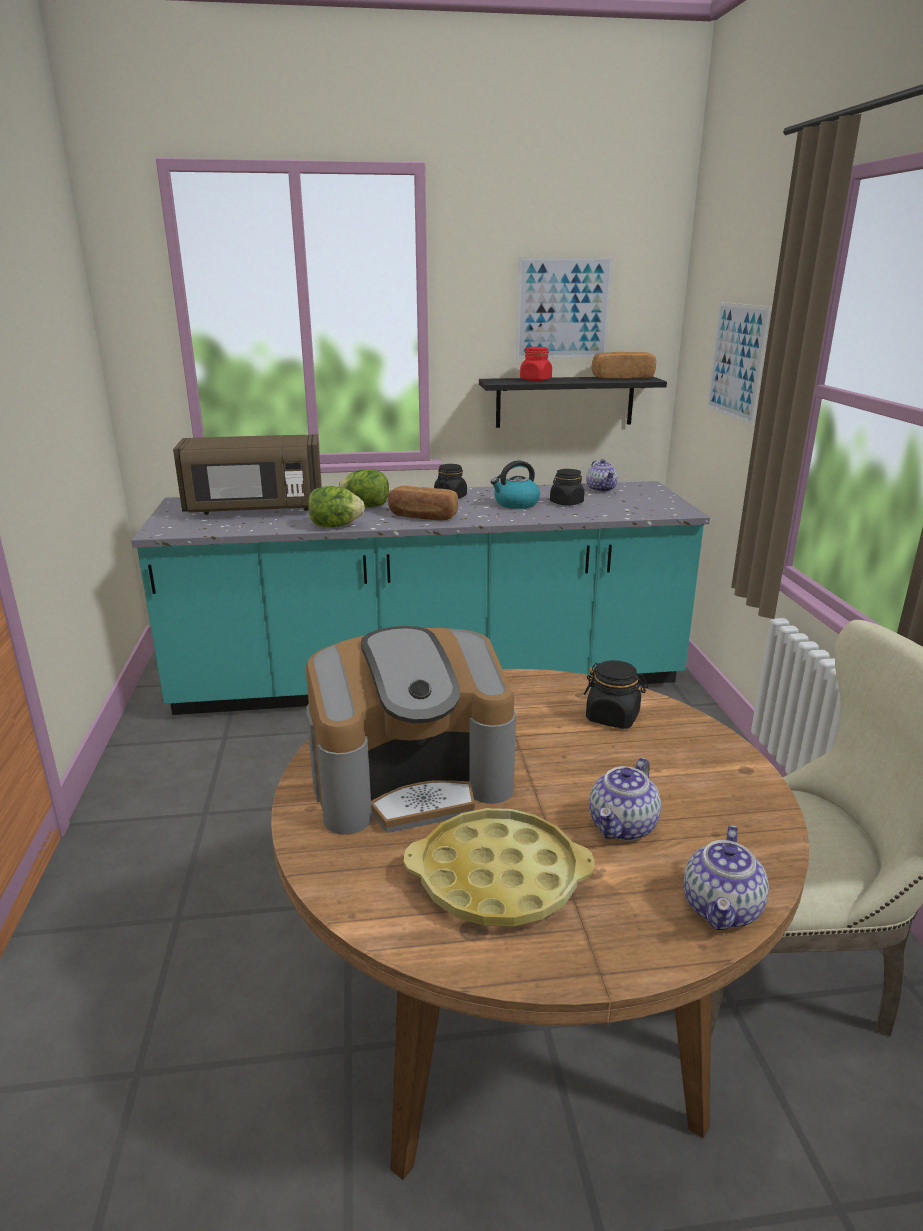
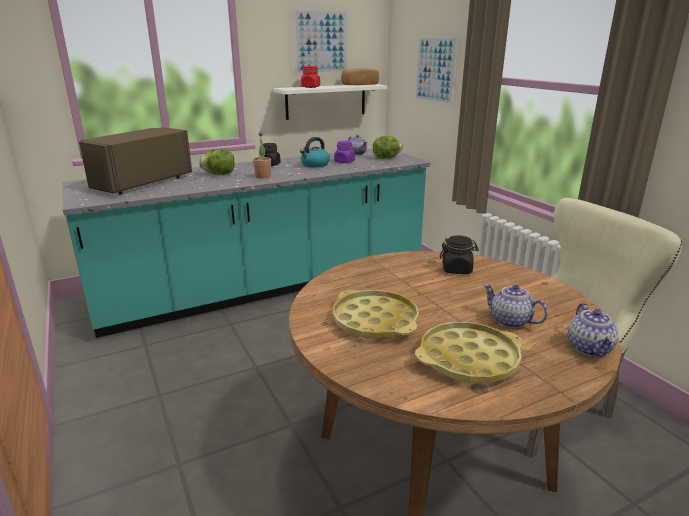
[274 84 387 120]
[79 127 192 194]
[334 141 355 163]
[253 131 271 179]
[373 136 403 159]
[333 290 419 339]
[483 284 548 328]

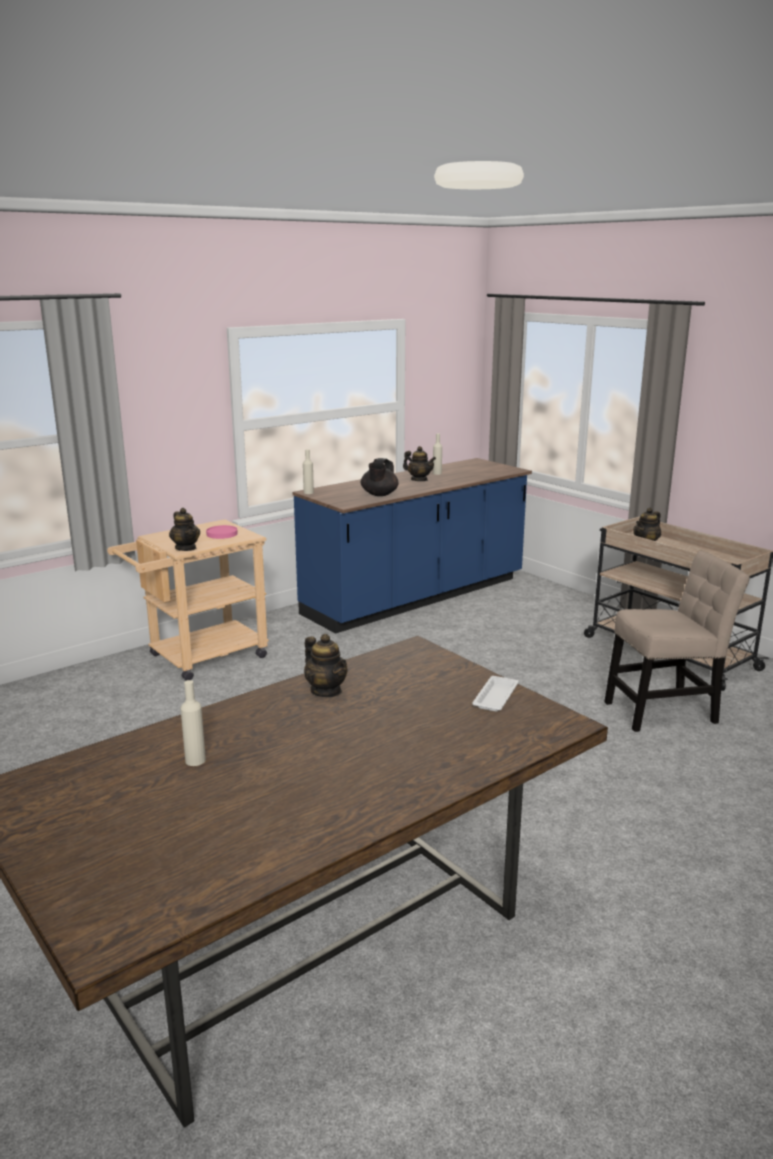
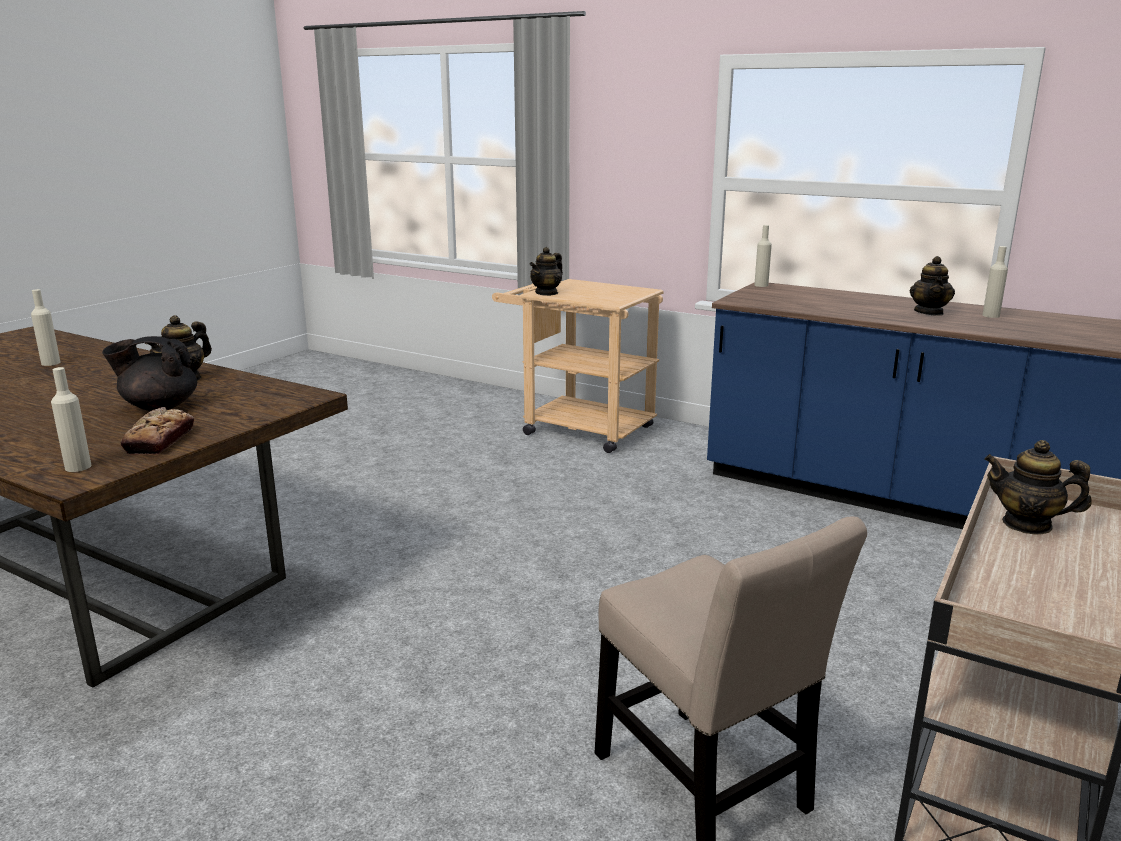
[102 336 197 411]
[206 525 238 539] (first image)
[121 407 194 455]
[51 367 91 472]

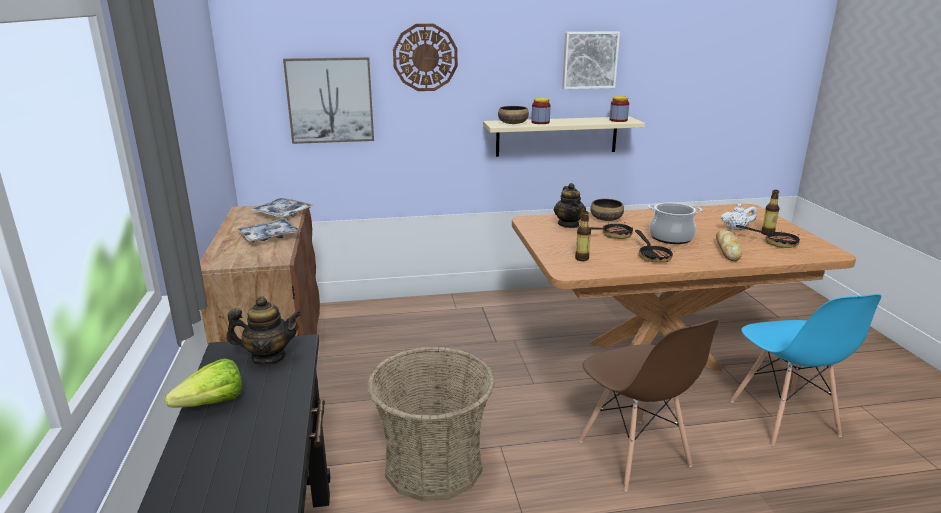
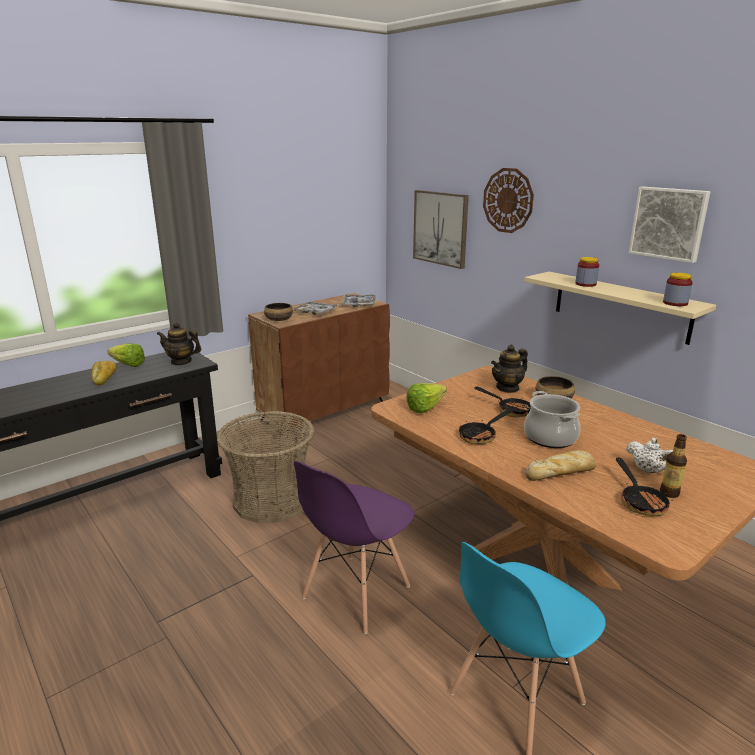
[264 303 293 321]
[406 383 447 413]
[157 322 201 366]
[294 461 415 634]
[91 361 117 386]

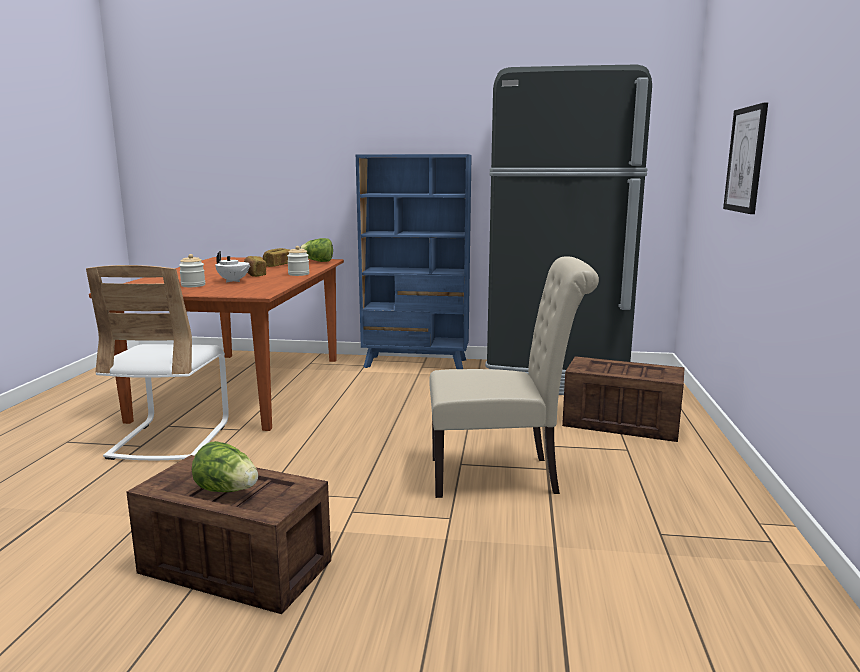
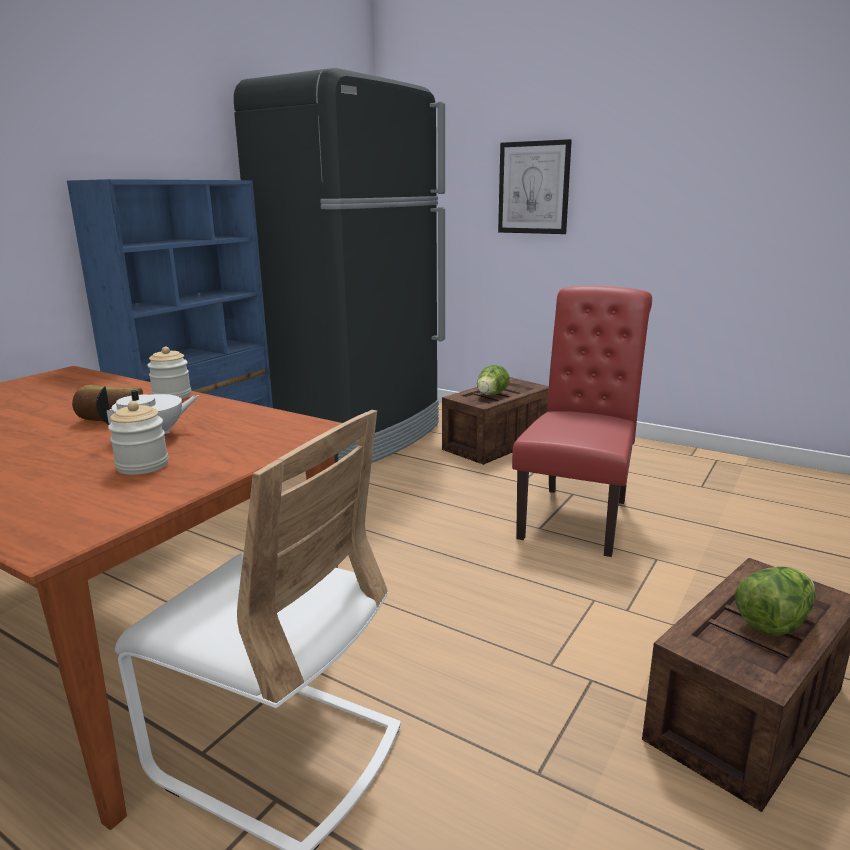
[477 365 510 395]
[263 248 290 267] (first image)
[512 286 652 557]

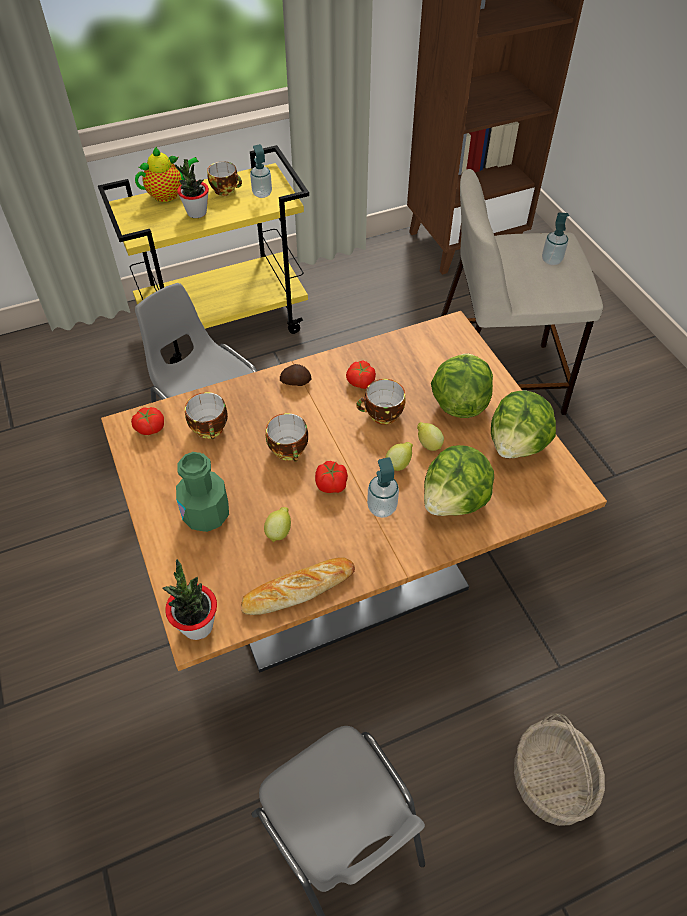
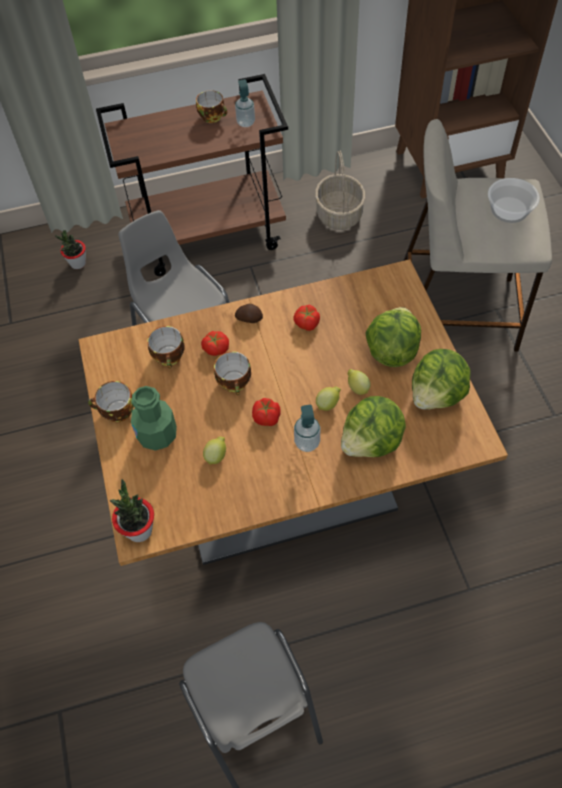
[96 74 288 276]
[135 147 199 202] (first image)
[55 230 86 269]
[488 178 540 223]
[88 381 134 422]
[201 331 229 356]
[241 557 355 615] (first image)
[315 151 366 230]

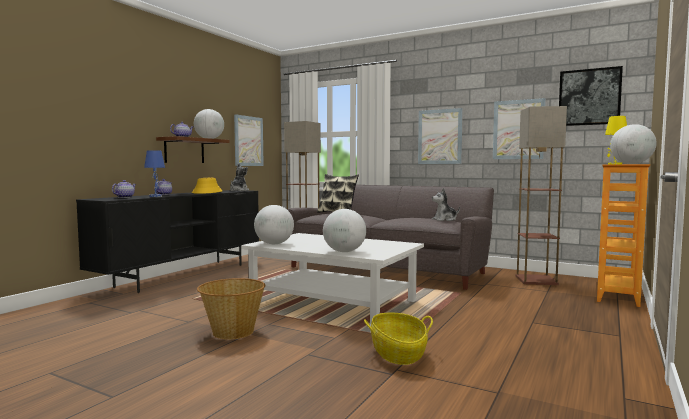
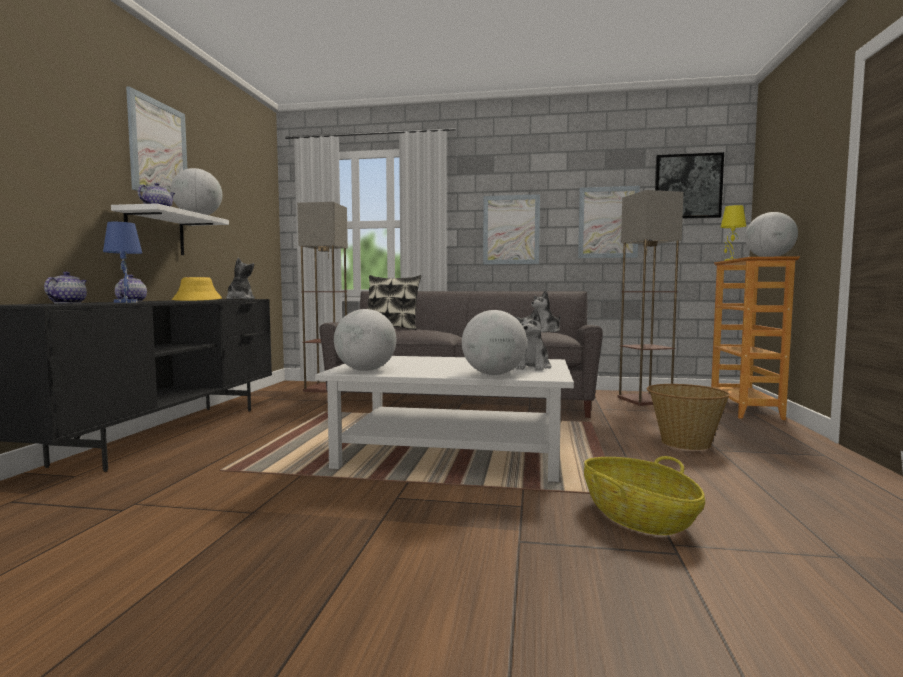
[126 86 187 193]
[111 203 229 255]
[647 384 730 450]
[514 309 551 371]

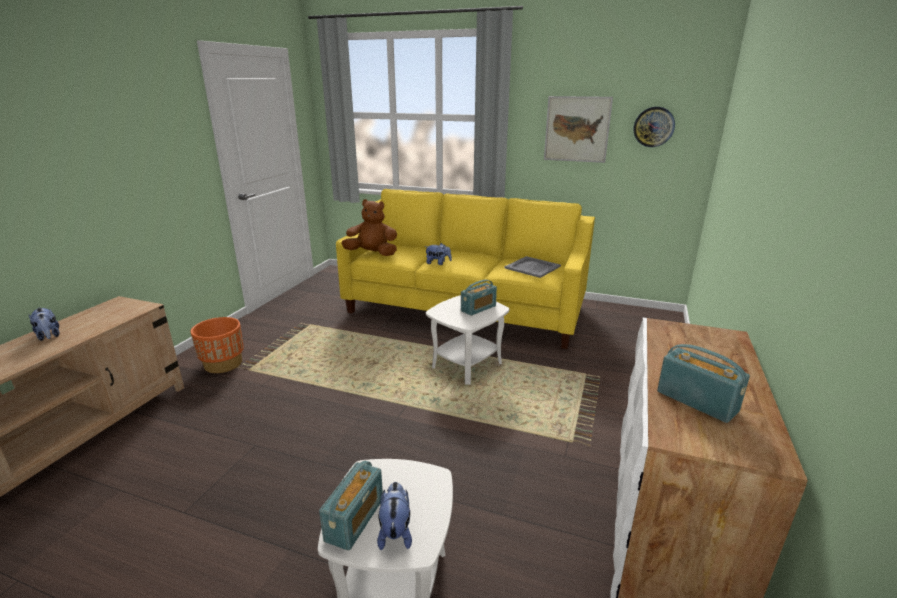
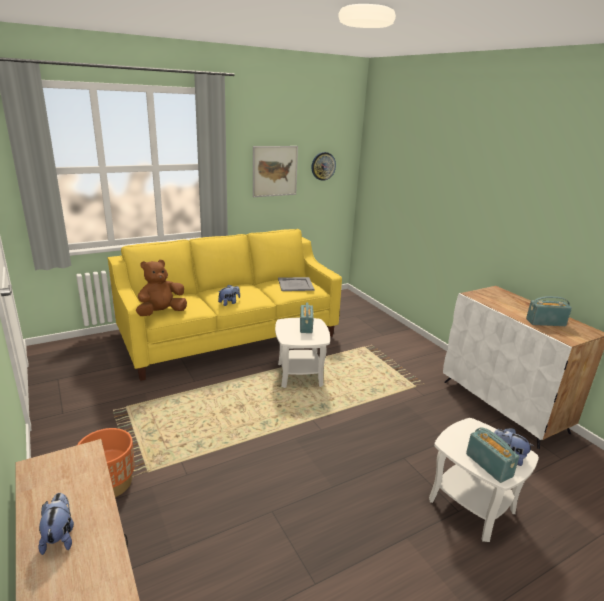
[38 493 74 555]

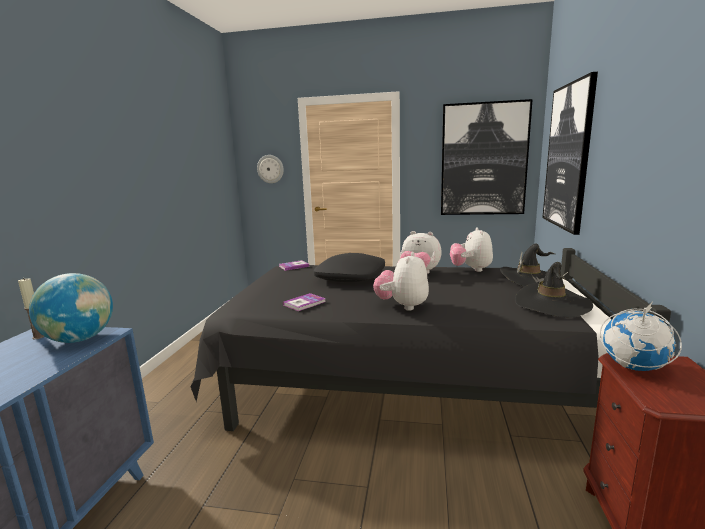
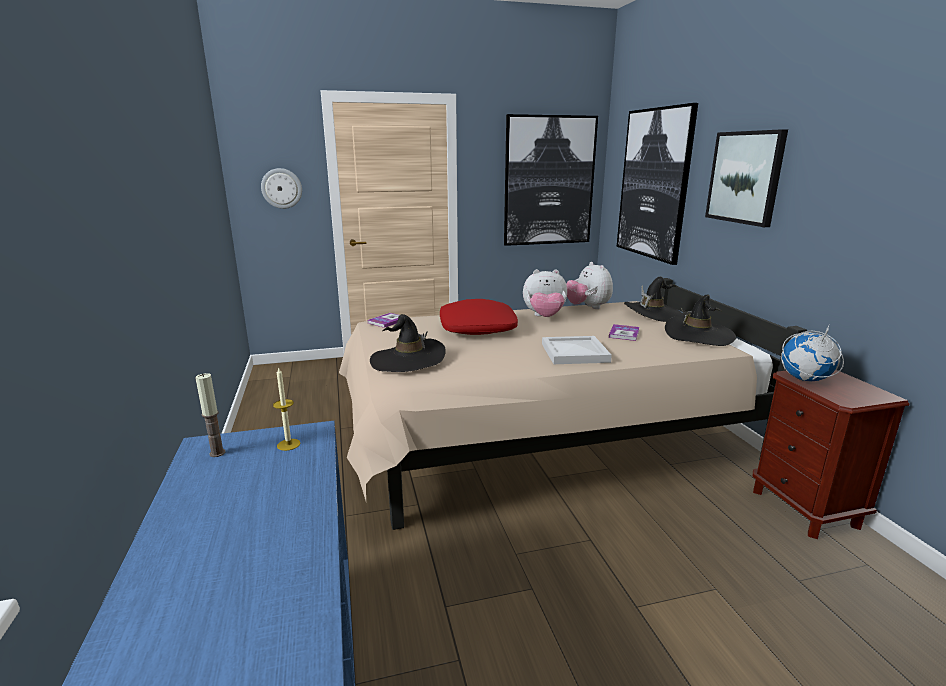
[339 278 807 530]
[542 336 612 364]
[440 299 518 335]
[273 367 300 451]
[609 324 639 341]
[705 129 788 227]
[370 314 446 372]

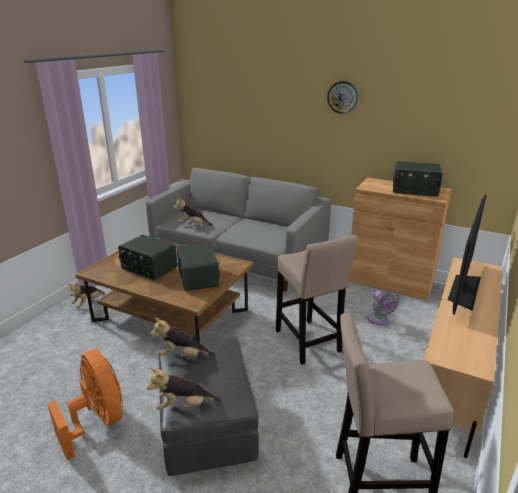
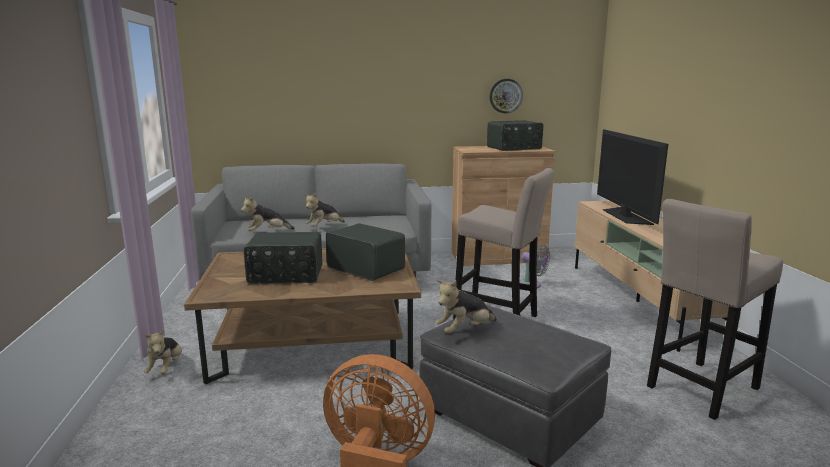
[489 79 523 113]
[304 193 345 227]

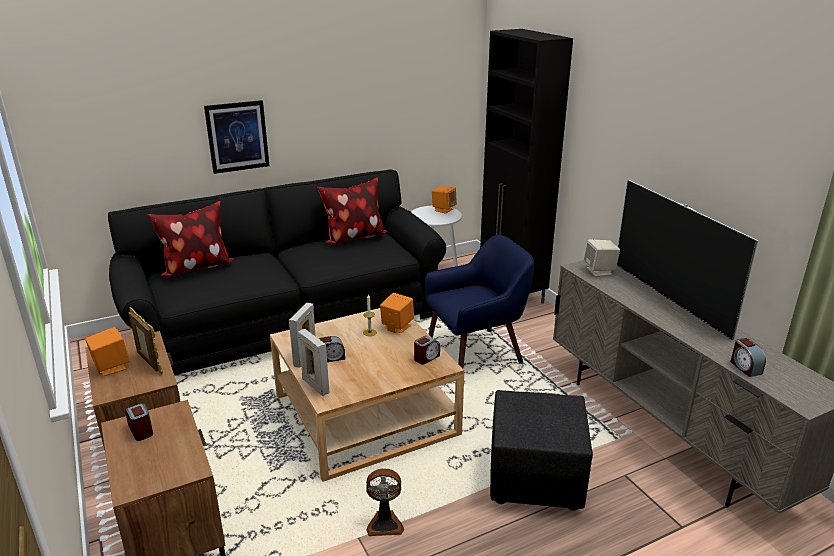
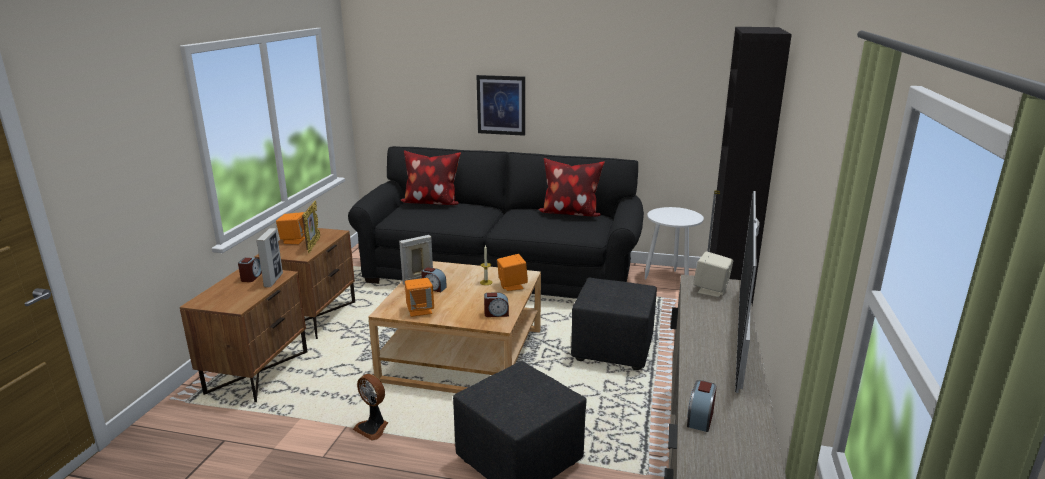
[405 278 434 317]
[571 278 657 370]
[256 228 283 287]

